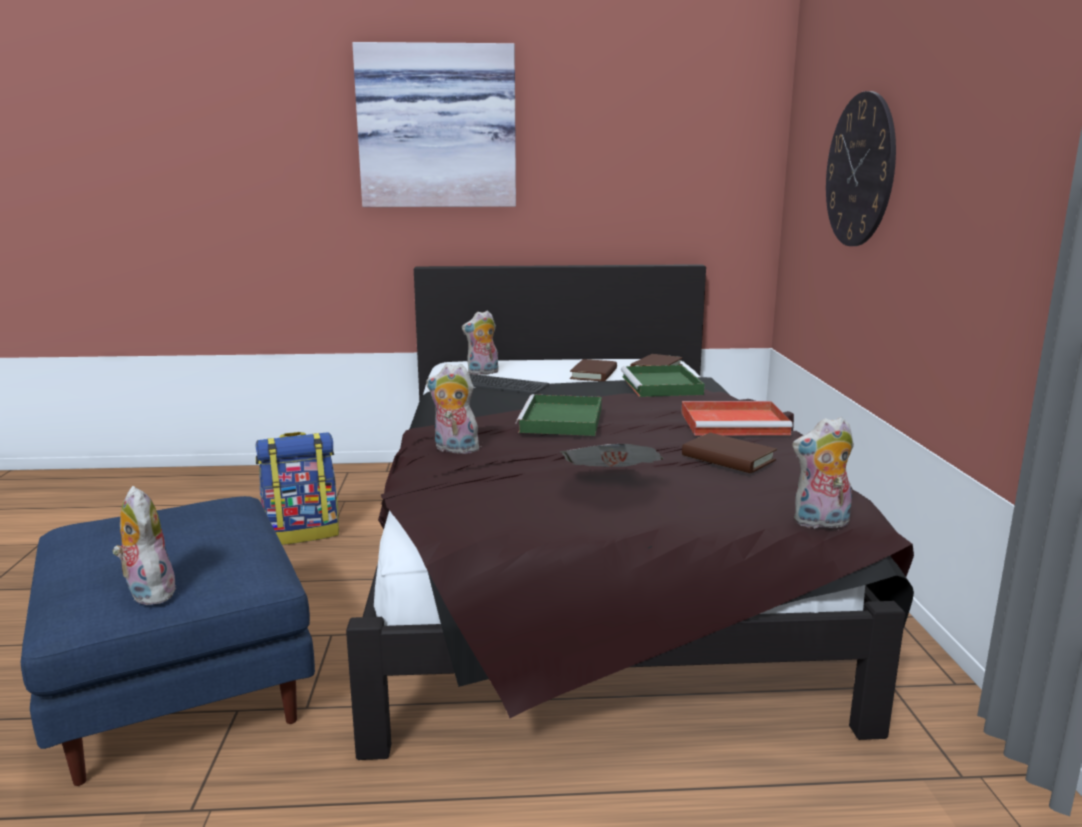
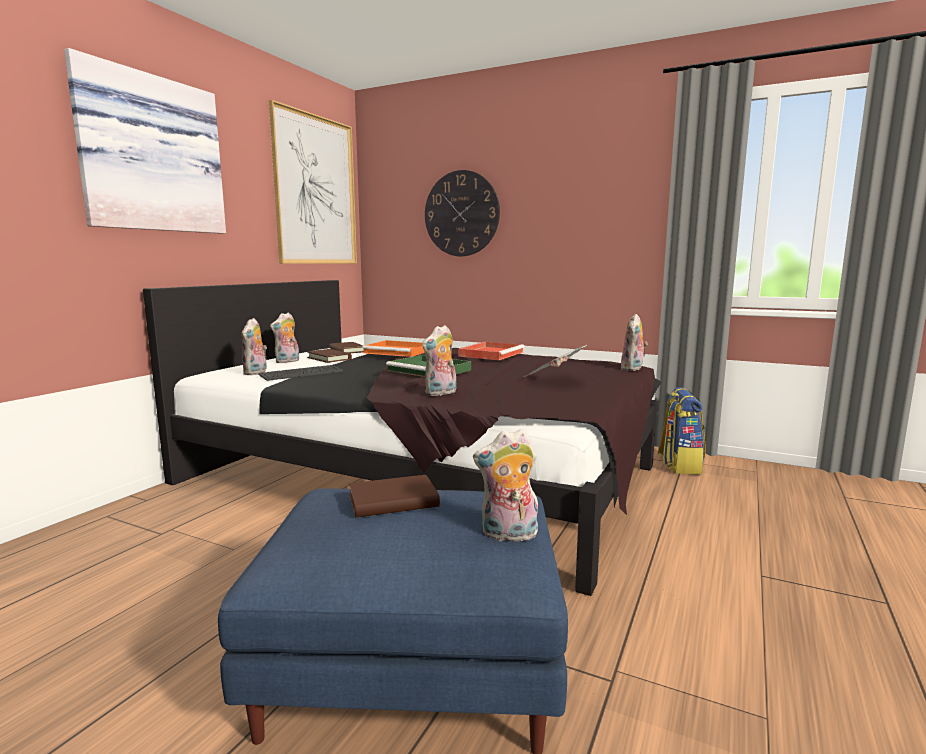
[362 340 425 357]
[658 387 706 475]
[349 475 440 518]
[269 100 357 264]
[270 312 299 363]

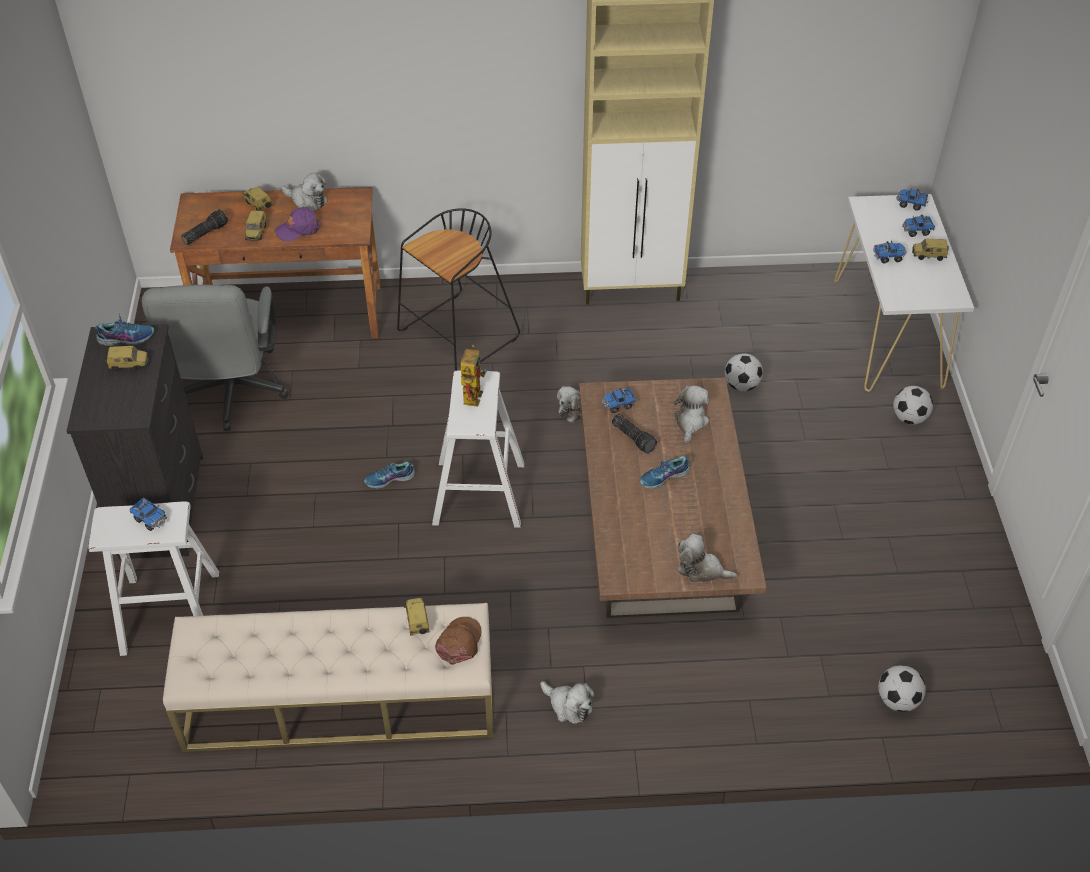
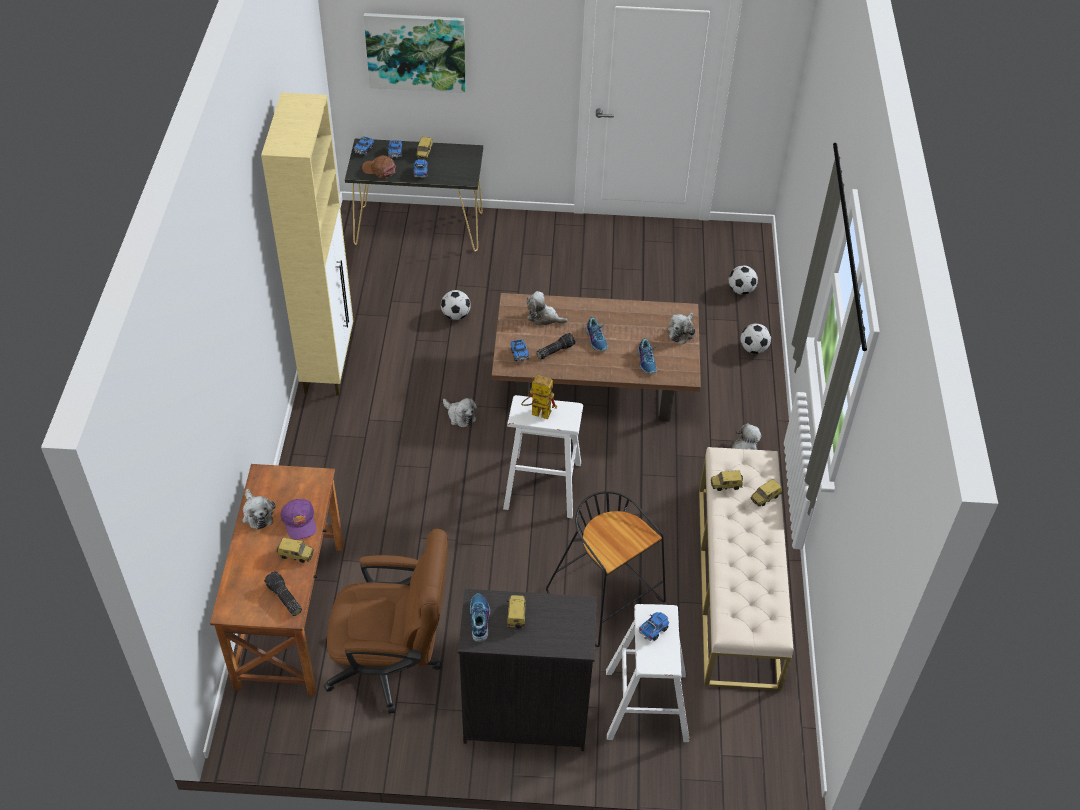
[242 489 275 530]
[751 479 782 506]
[345 139 483 252]
[546 491 666 647]
[324 529 448 714]
[740 324 771 354]
[637 338 657 374]
[362 155 396 178]
[364 13 466 93]

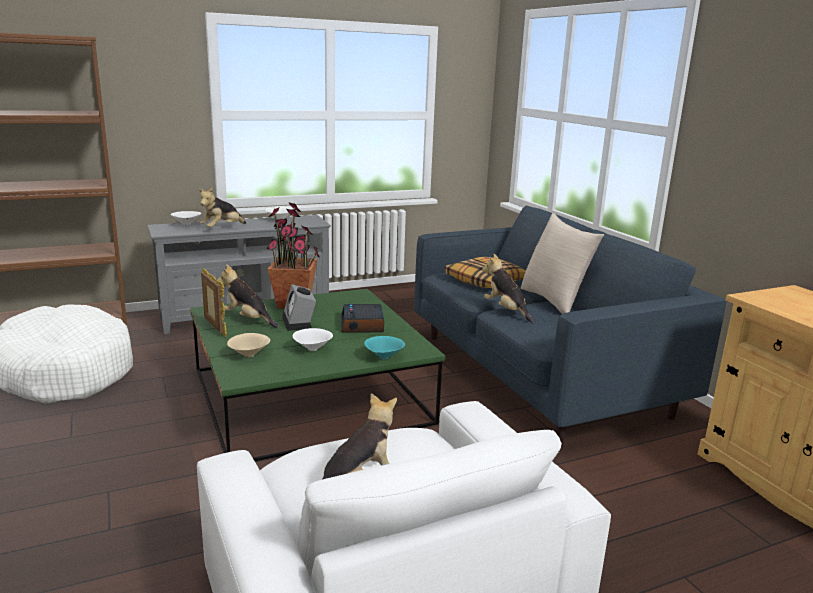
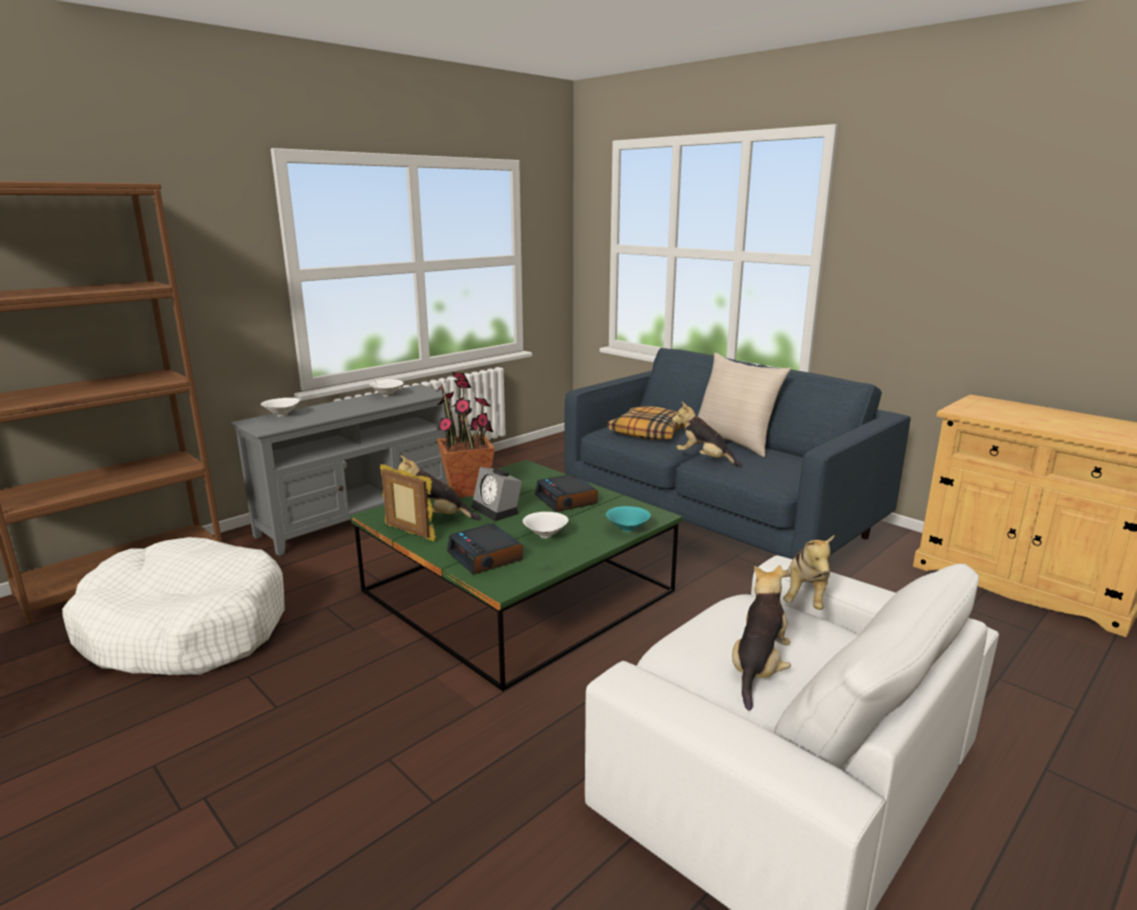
[782 534 835 610]
[447 524 523 574]

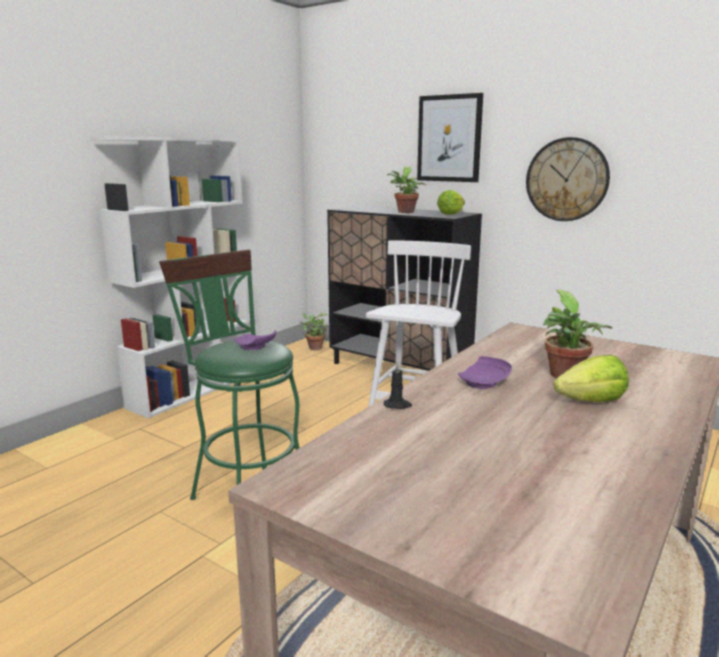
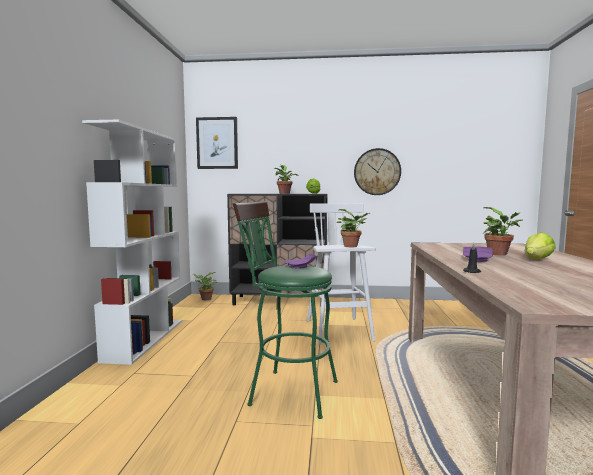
[196 117 238 169]
[337 209 370 247]

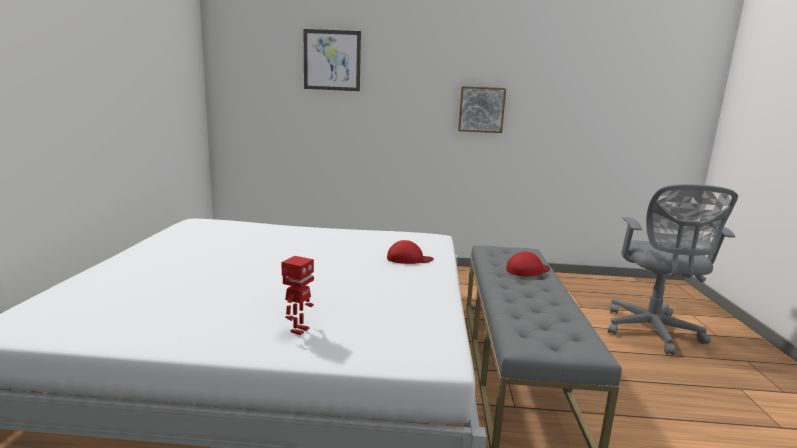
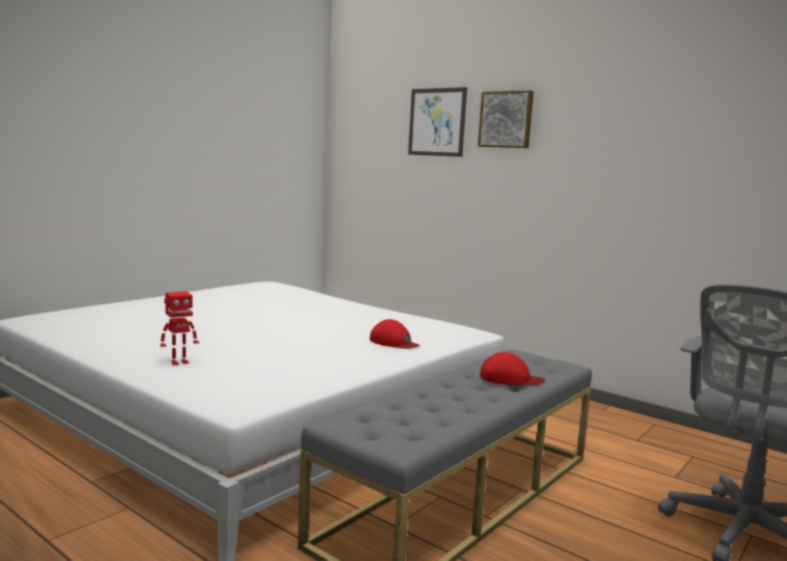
[478 90 534 148]

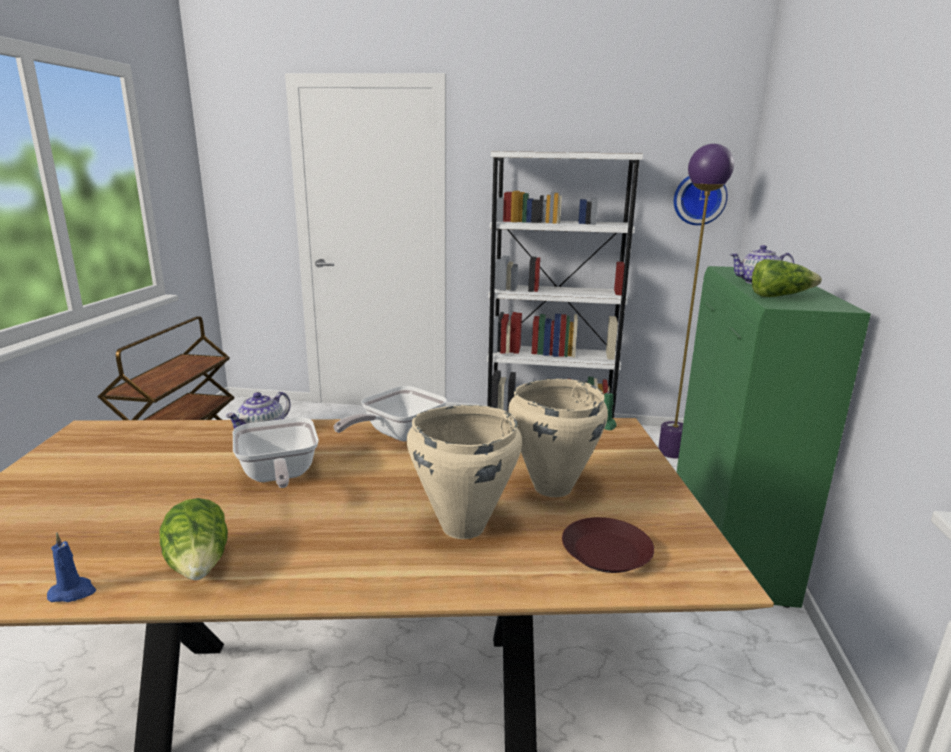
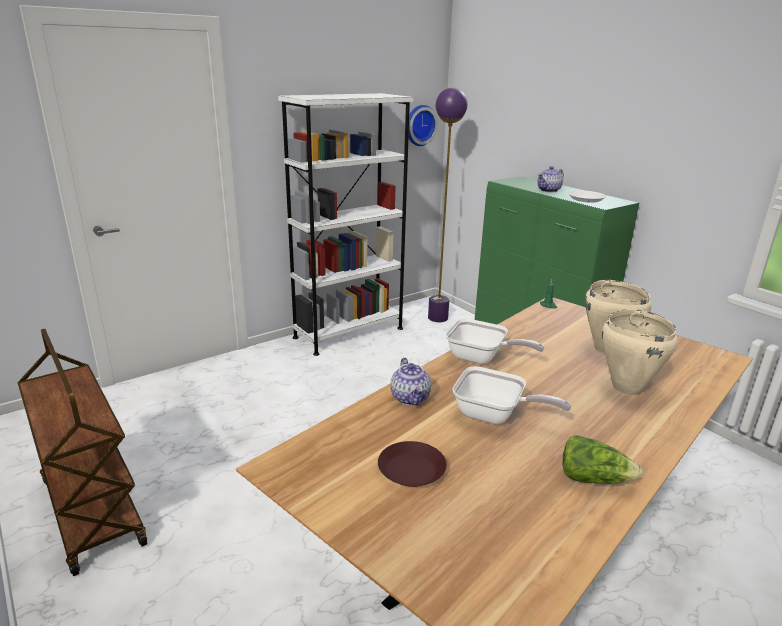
[568 190 606 203]
[445 318 544 364]
[378 441 447 487]
[47 533 96 602] (first image)

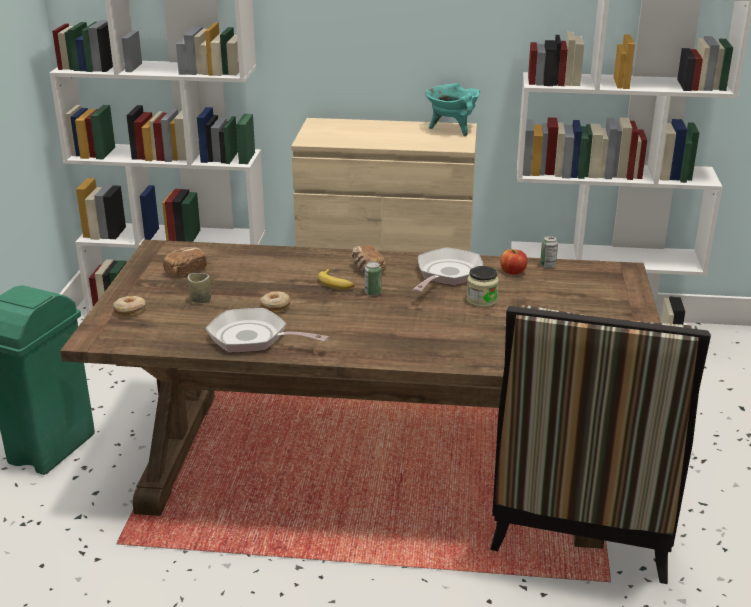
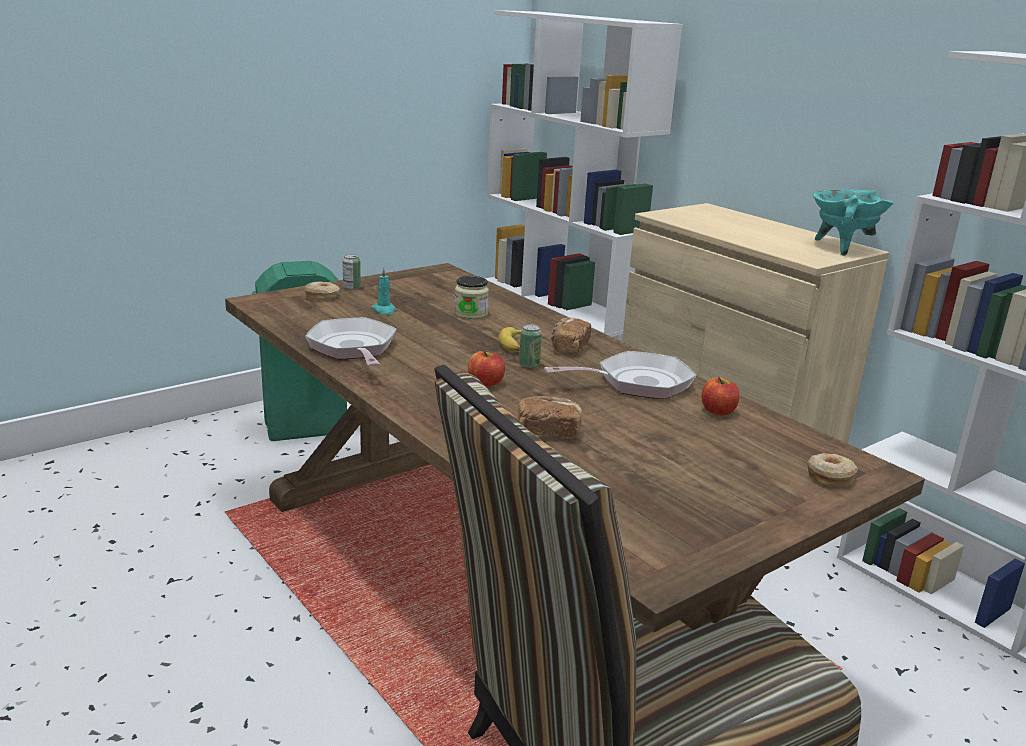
[342 254 361 290]
[518 396 582 438]
[454 276 489 319]
[371 267 395 315]
[808 453 858 487]
[468 351 505 387]

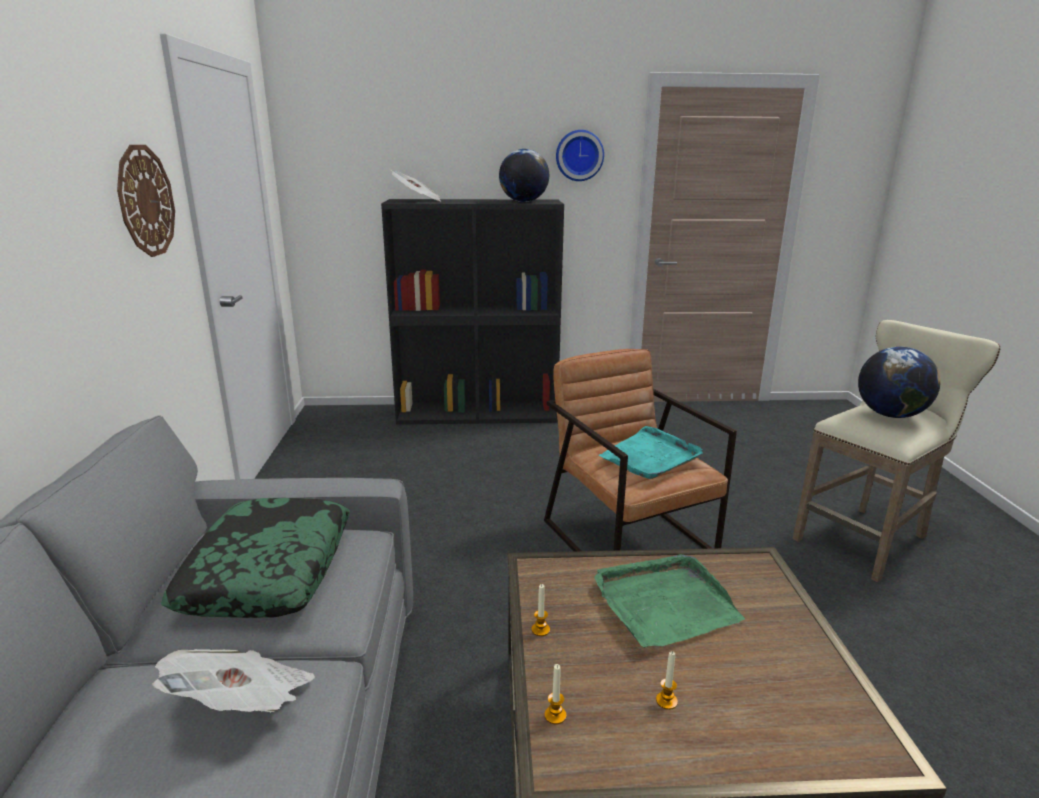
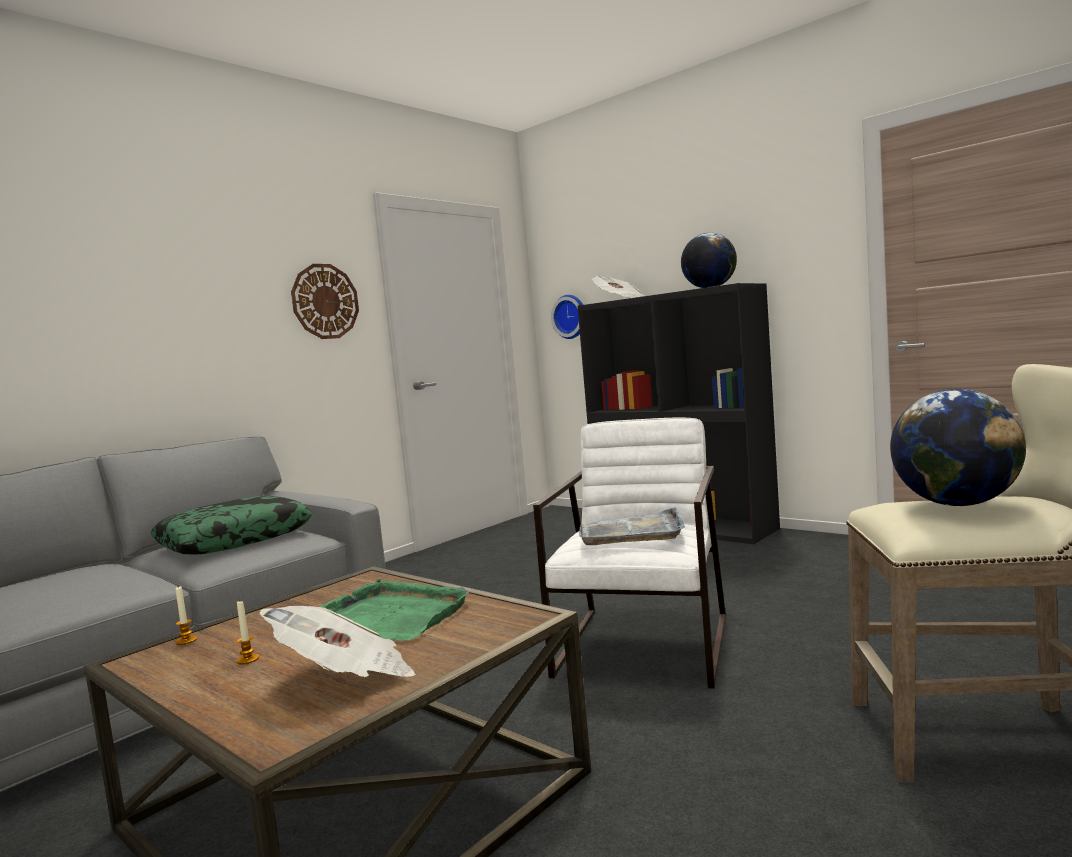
[551 295 583 339]
[533 418 726 689]
[579 507 685 545]
[532 584 550 636] (first image)
[260 606 416 677]

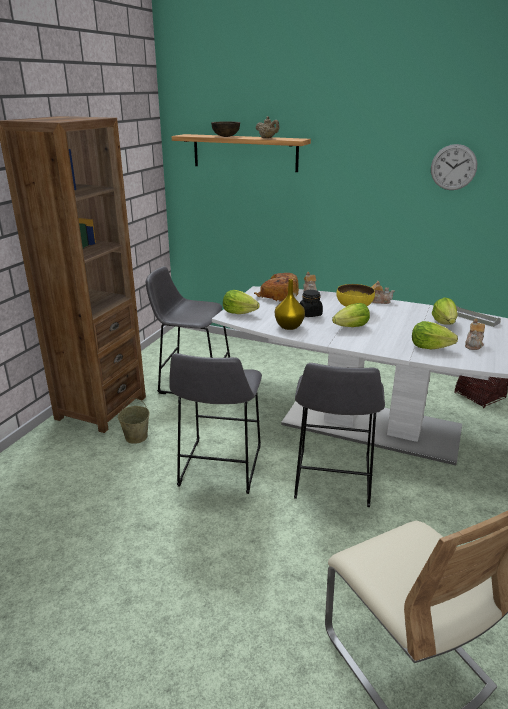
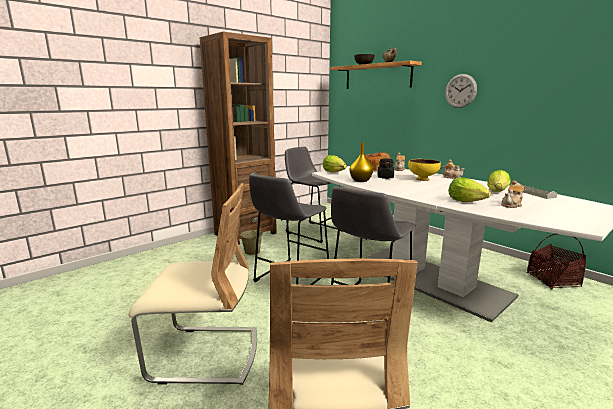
[445 74 477 108]
[332 303 370 327] (first image)
[129 183 257 385]

